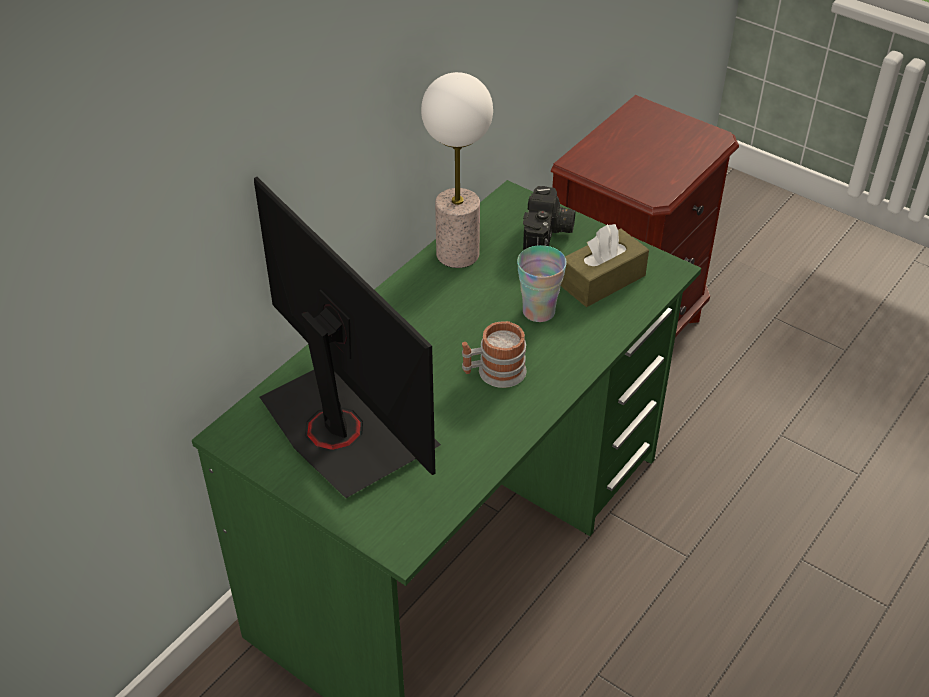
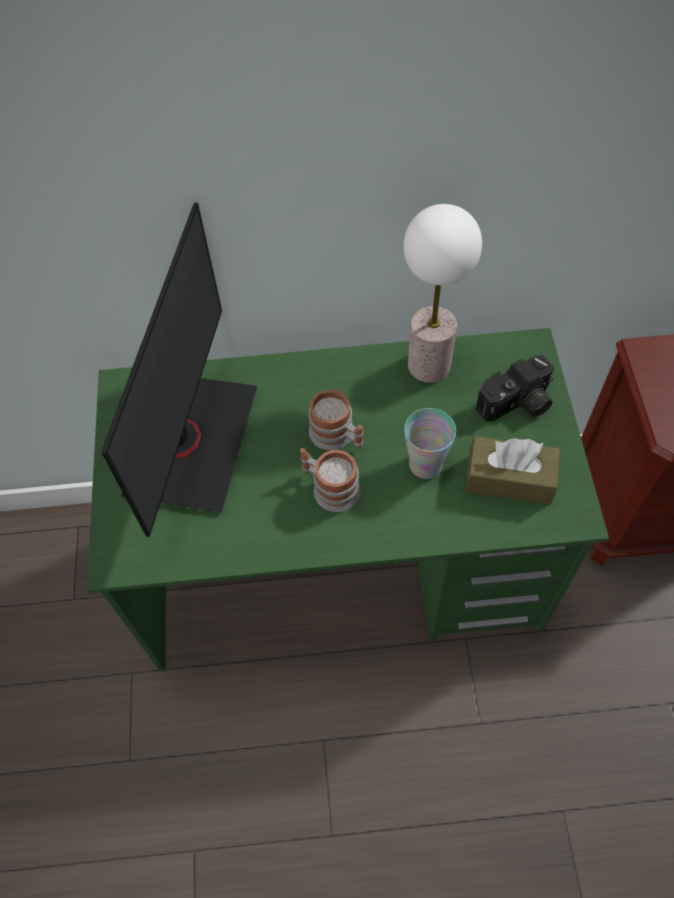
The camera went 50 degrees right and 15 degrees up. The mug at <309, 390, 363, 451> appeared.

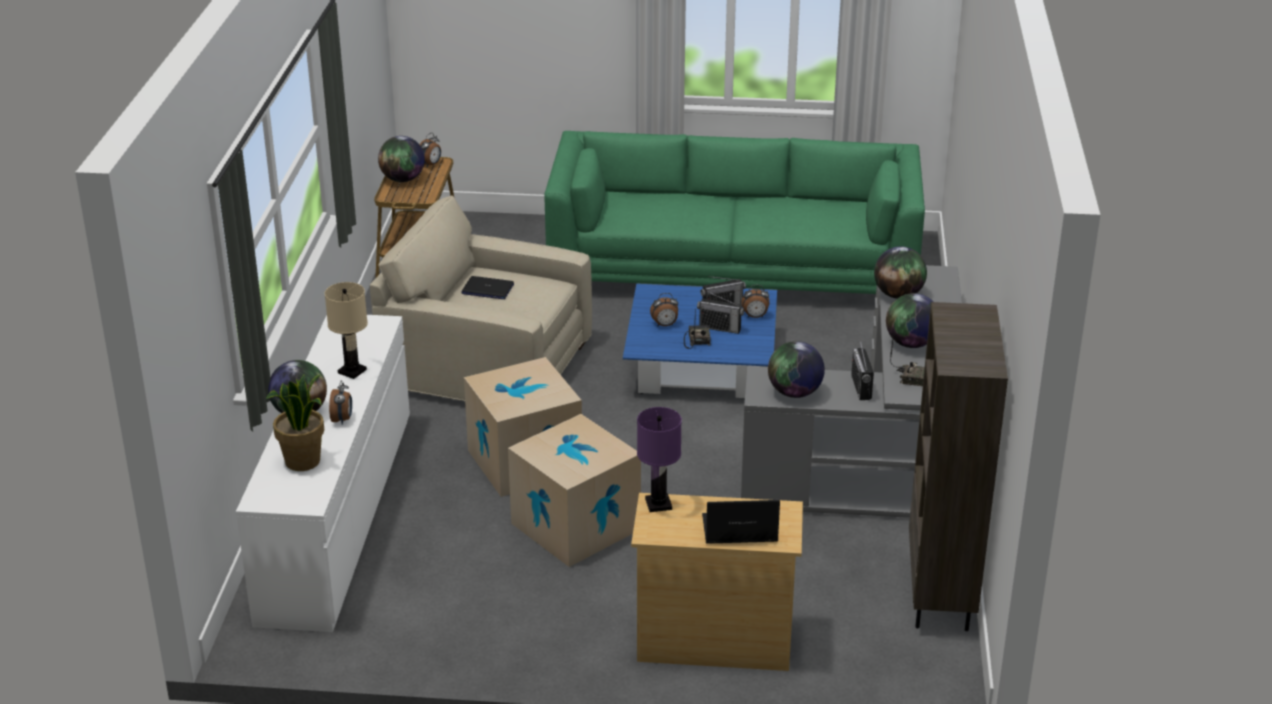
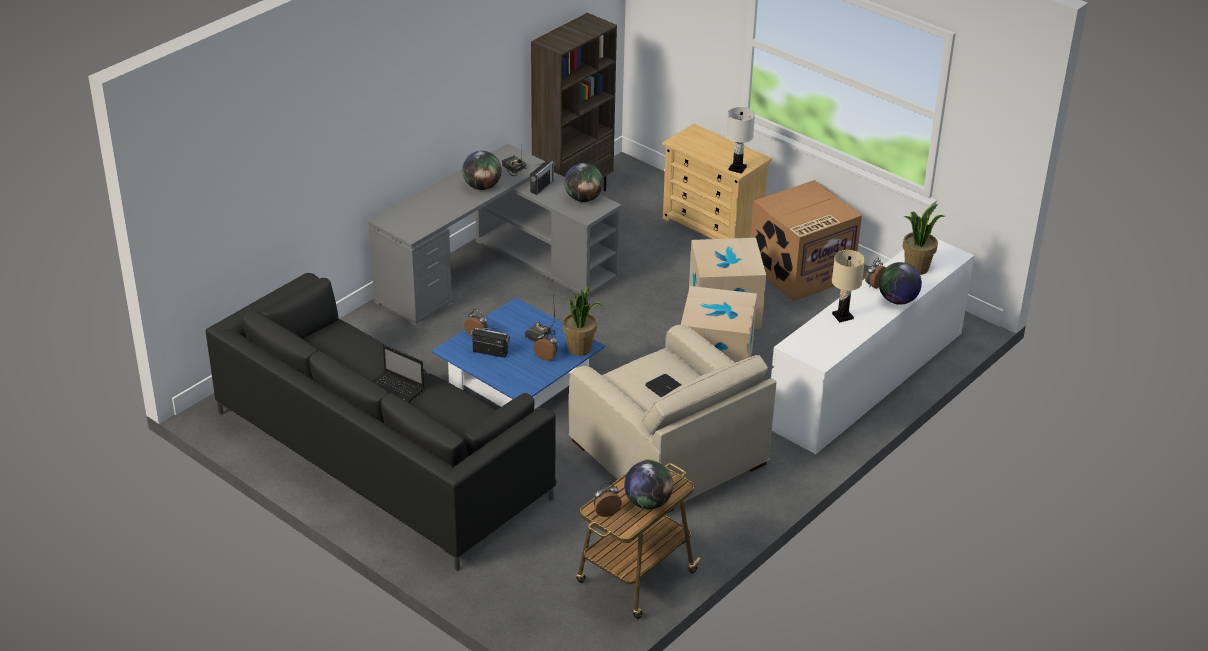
The camera went 145 degrees left and 5 degrees up. The canapé (vert) at <544, 131, 925, 294> became the canapé (noir) at <206, 273, 556, 571>. The lampe de table (violet) at <637, 407, 682, 512> became the lampe de table (blanc) at <726, 107, 755, 174>. The radio at <697, 291, 744, 334> disappeared. The ordinateur portable moved from <702, 500, 780, 544> to <373, 344, 424, 403>. The globe at <874, 246, 927, 299> disappeared. The plante en pot at <563, 286, 603, 356> appeared. The carton at <751, 180, 862, 302> appeared.

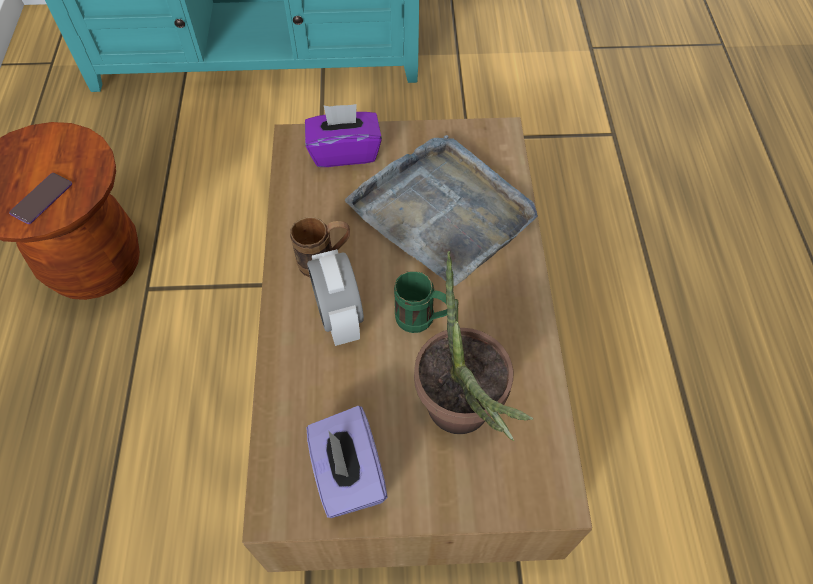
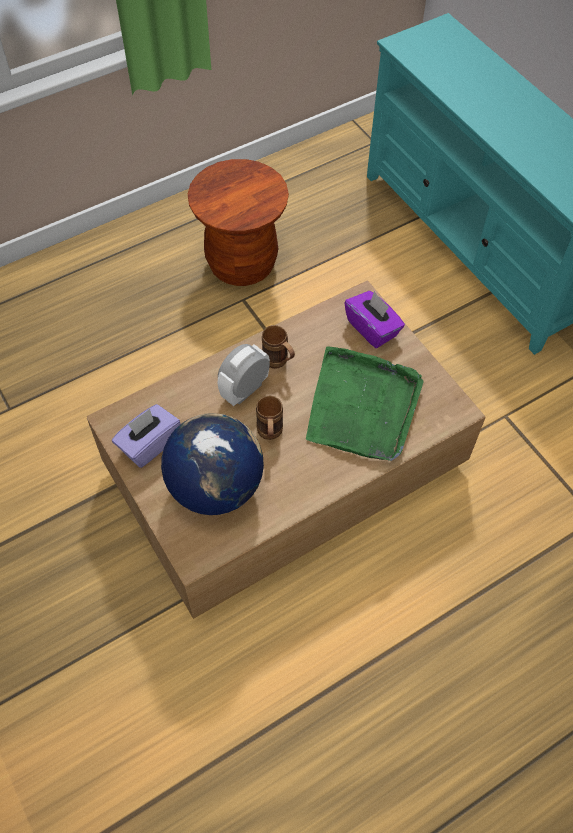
The camera went 60 degrees right and 0 degrees up. The téléphone at <9, 173, 72, 224> disappeared. The plateau (gris) at <345, 135, 538, 286> became the plateau (vert) at <306, 346, 424, 461>. The mug (vert) at <394, 271, 447, 333> became the mug (marron) at <256, 395, 283, 440>. The plante en pot at <414, 251, 533, 441> was replaced by the globe at <161, 413, 264, 515>.

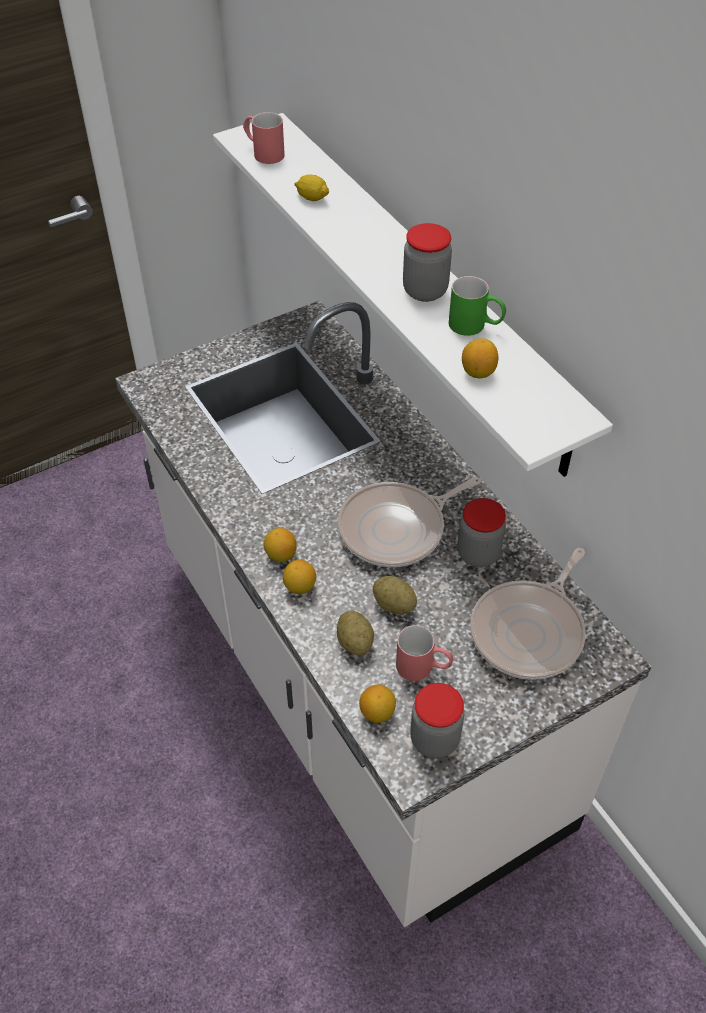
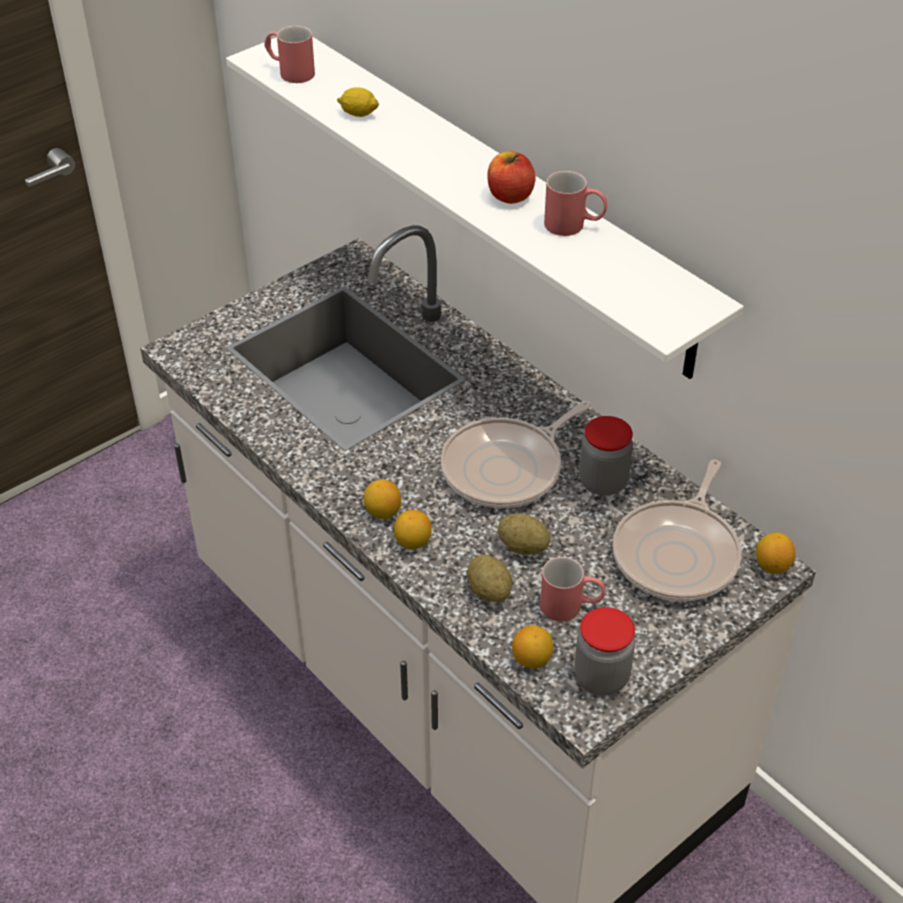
The camera went 10 degrees left and 5 degrees down. The bocal at <403, 223, 452, 302> was replaced by the pomme at <487, 151, 535, 204>. The mug (vert) at <449, 276, 506, 336> became the mug (rouge) at <544, 171, 607, 236>. The citron moved from <462, 338, 498, 379> to <756, 532, 795, 574>.

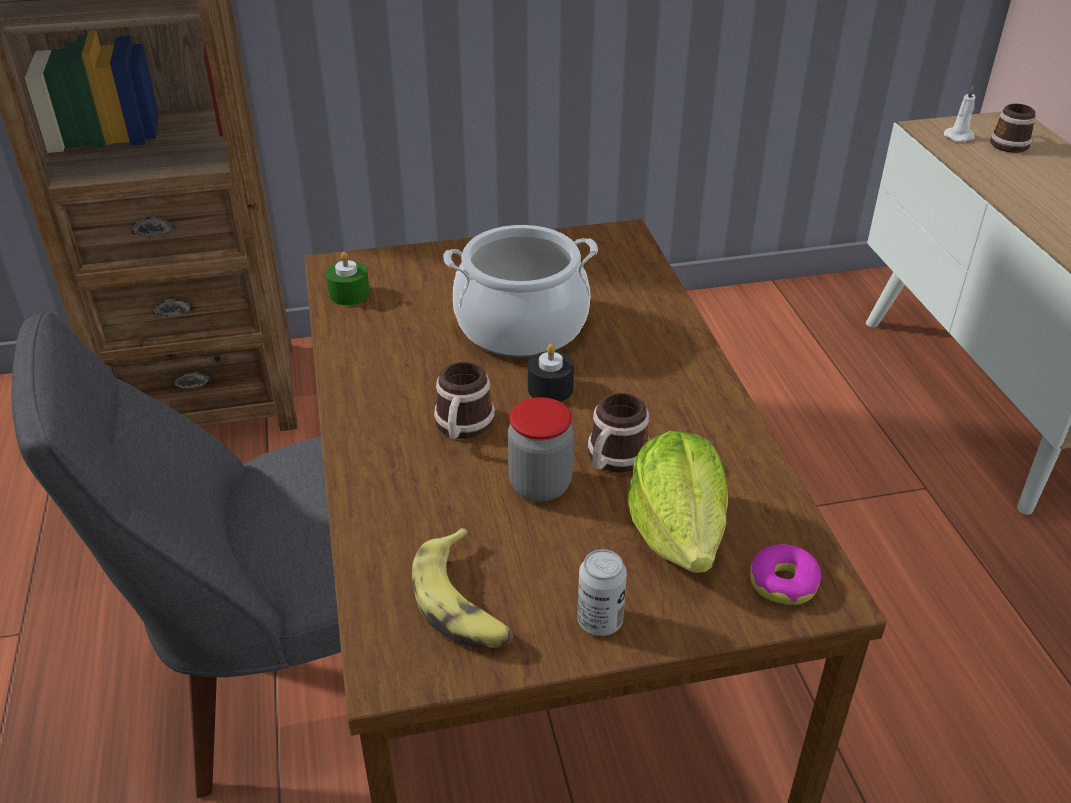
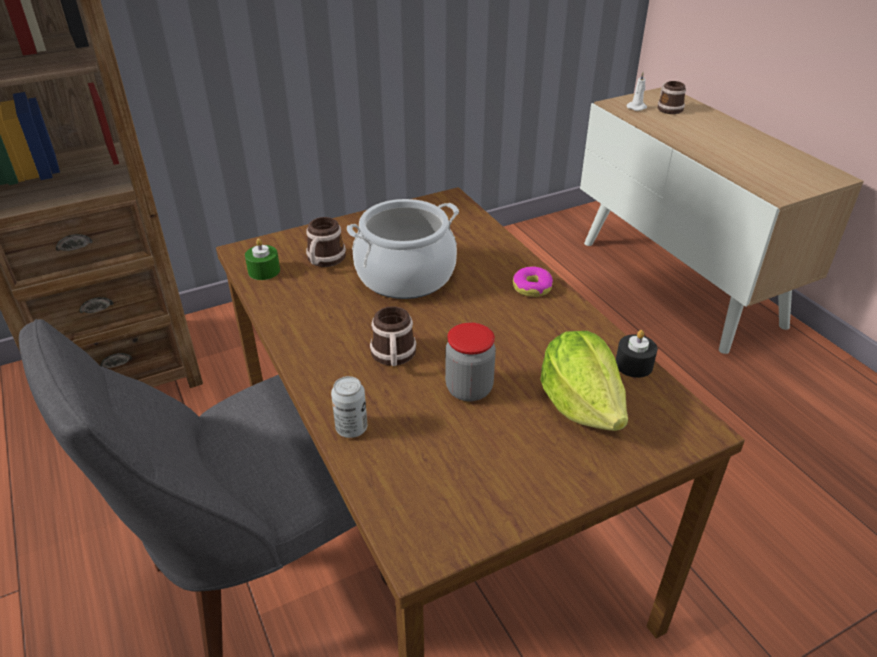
The camera went 15 degrees left and 0 degrees up. The banane at <412, 528, 513, 648> disappeared. The bougie (noir) moved from <528, 344, 574, 402> to <616, 330, 657, 378>. The boîte métallique moved from <578, 549, 627, 636> to <331, 376, 367, 438>. The mug moved from <588, 393, 650, 473> to <306, 217, 346, 267>. The beignet moved from <750, 544, 821, 605> to <513, 267, 553, 297>.

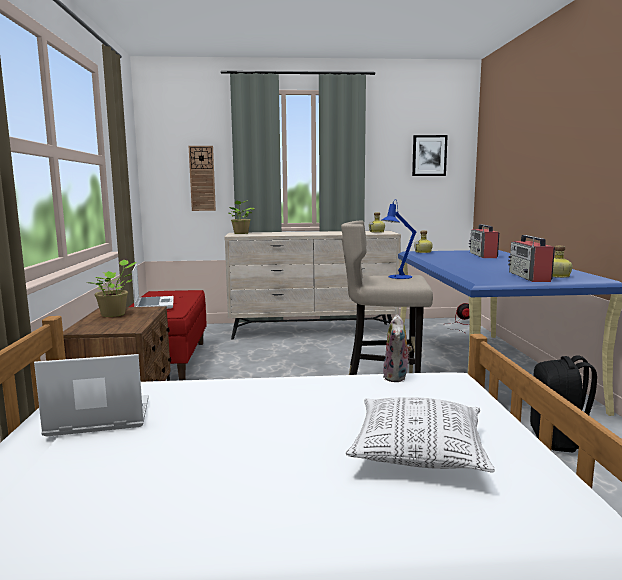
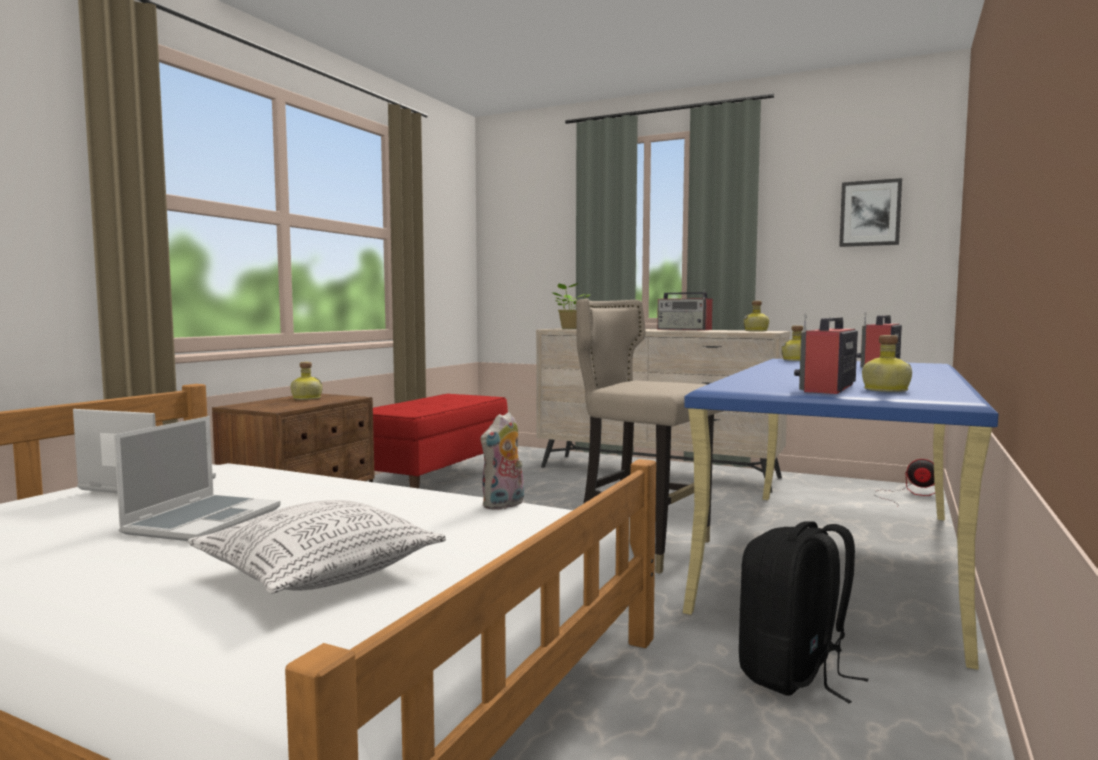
The camera went 30 degrees right and 5 degrees down. The plante en pot at <89, 260, 136, 317> was replaced by the bouteille at <290, 362, 323, 400>. The ordinateur portable moved from <132, 264, 174, 309> to <114, 416, 281, 541>. The horloge murale at <189, 146, 216, 211> disappeared. The lampe de table (bleu) at <382, 199, 417, 279> disappeared. The radio at <657, 290, 713, 330> appeared.

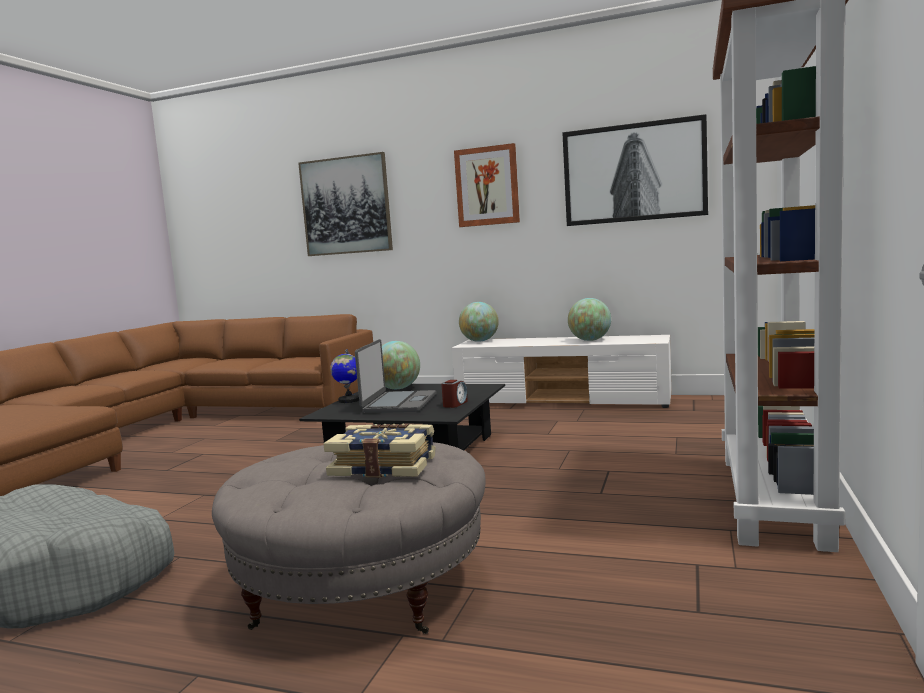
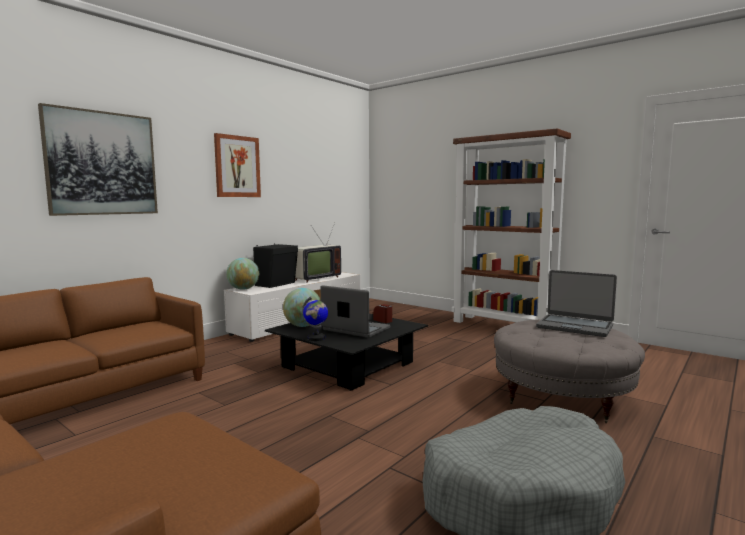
The camera went 70 degrees left and 0 degrees up. The livre at <324, 424, 436, 478> was replaced by the ordinateur portable at <536, 270, 617, 337>. The tableau at <562, 114, 708, 226> disappeared. The globe at <568, 298, 611, 341> was replaced by the téléviseur at <295, 223, 341, 283>. The enceinte (noir) at <253, 243, 298, 288> appeared.

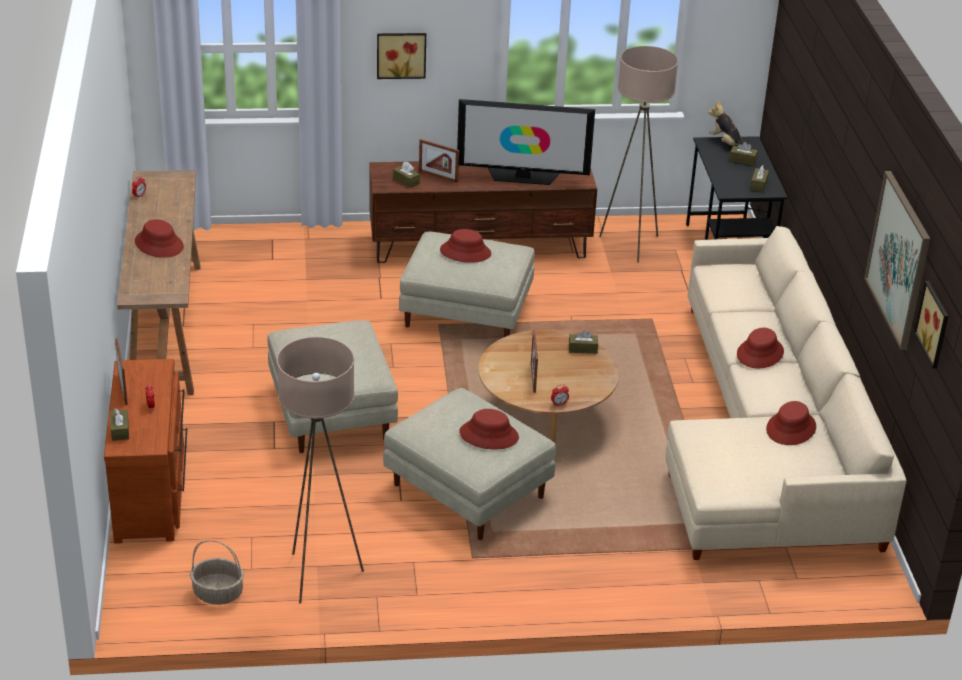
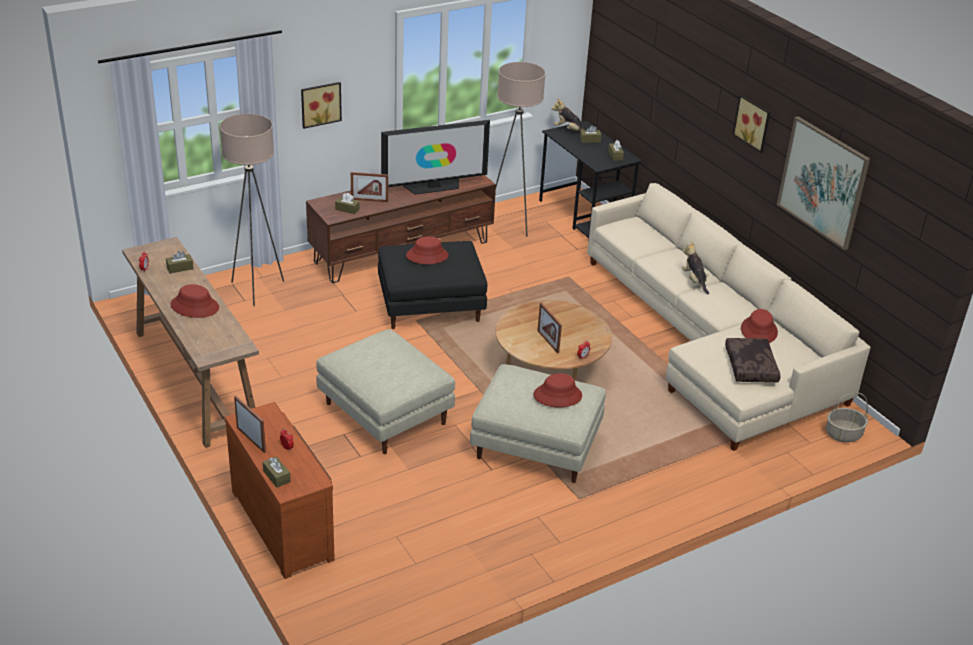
The camera went 25 degrees left and 0 degrees up. The panier moved from <190, 540, 244, 605> to <826, 393, 868, 442>. The lampadaire (beige) moved from <277, 337, 364, 603> to <220, 114, 284, 306>. The pouf (beige) at <399, 231, 534, 337> became the pouf (noir) at <378, 241, 487, 329>. The boîte à mouchoirs (marron) moved from <569, 330, 598, 354> to <166, 251, 194, 273>. The chapeau (rouge) at <737, 328, 784, 368> was replaced by the peluche at <682, 241, 709, 294>. The tableau moved from <914, 281, 949, 369> to <732, 95, 770, 153>. The coussin (marron) at <725, 338, 781, 383> appeared.

